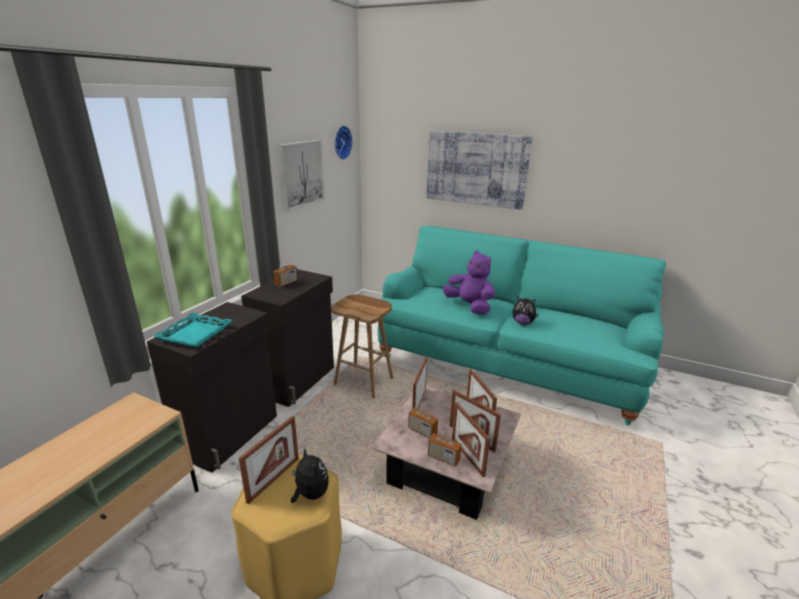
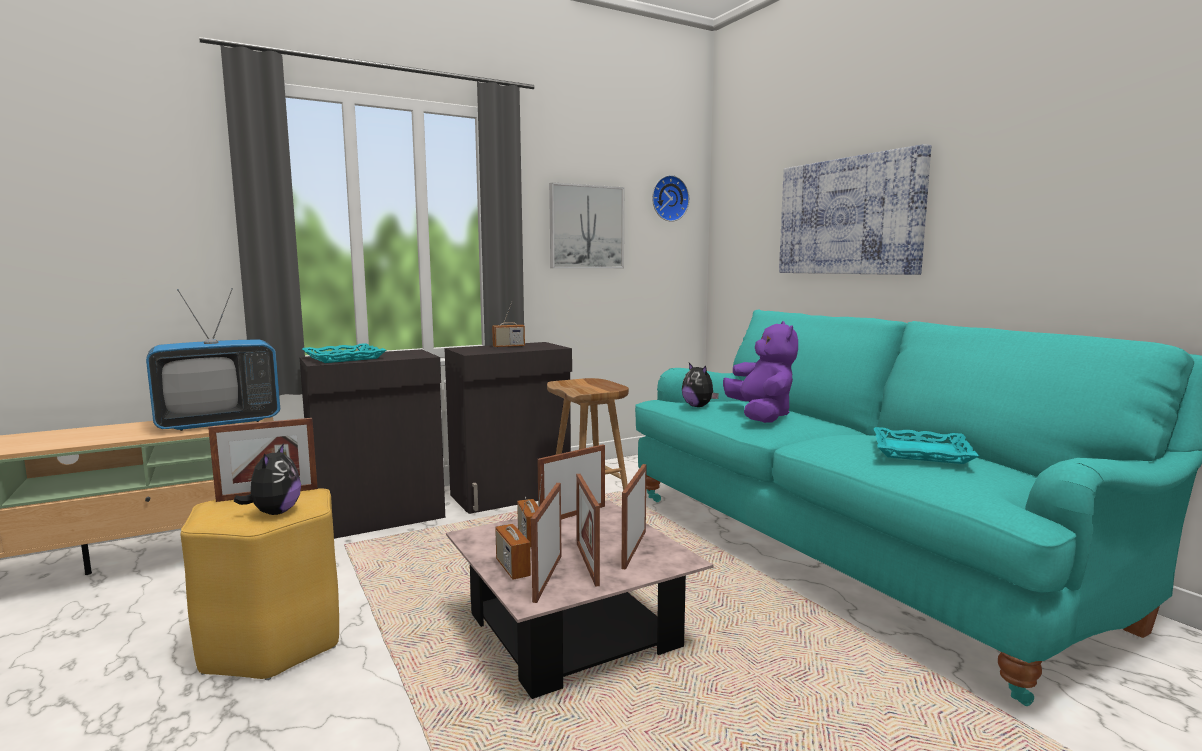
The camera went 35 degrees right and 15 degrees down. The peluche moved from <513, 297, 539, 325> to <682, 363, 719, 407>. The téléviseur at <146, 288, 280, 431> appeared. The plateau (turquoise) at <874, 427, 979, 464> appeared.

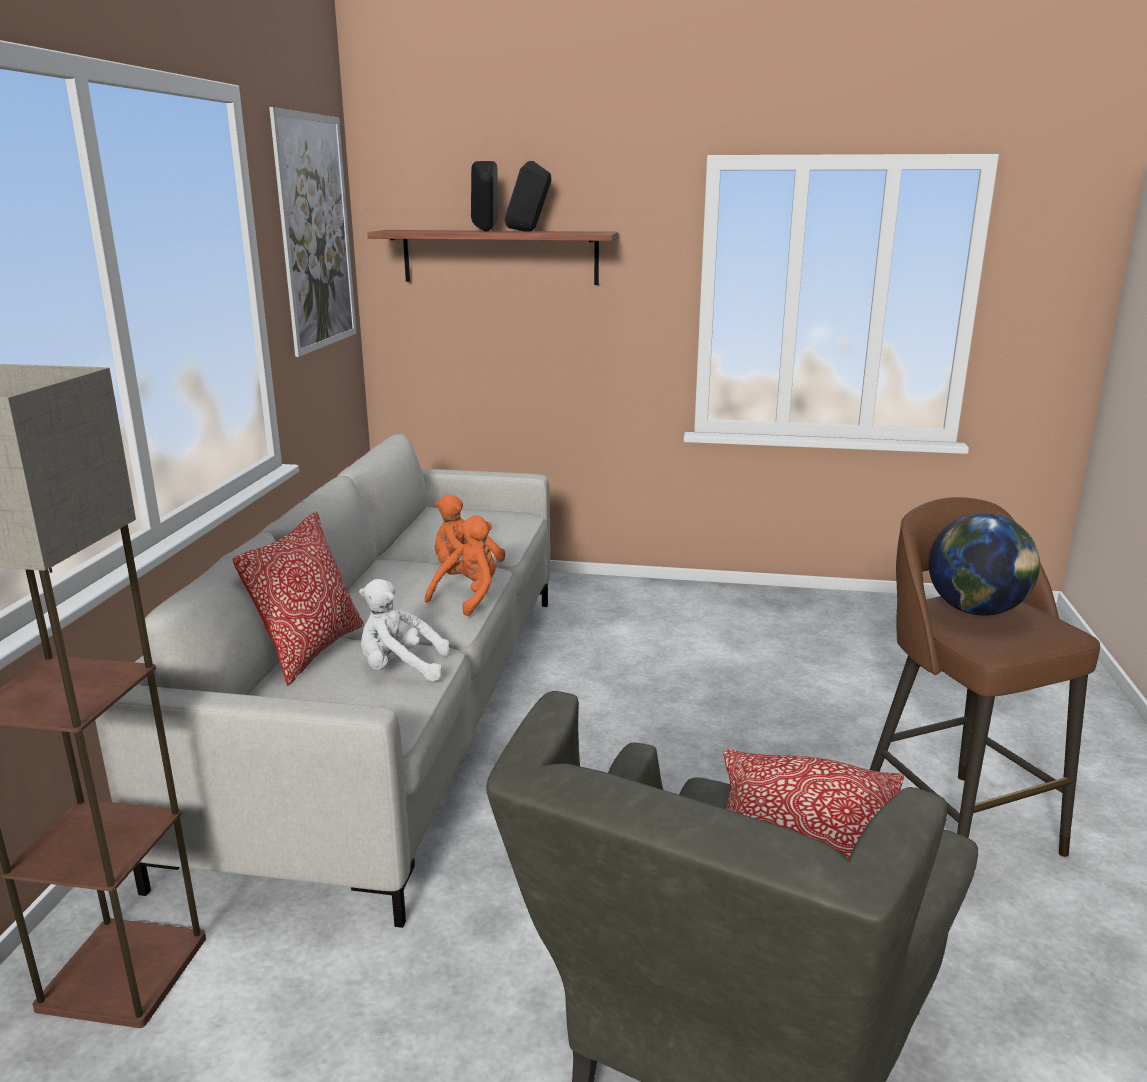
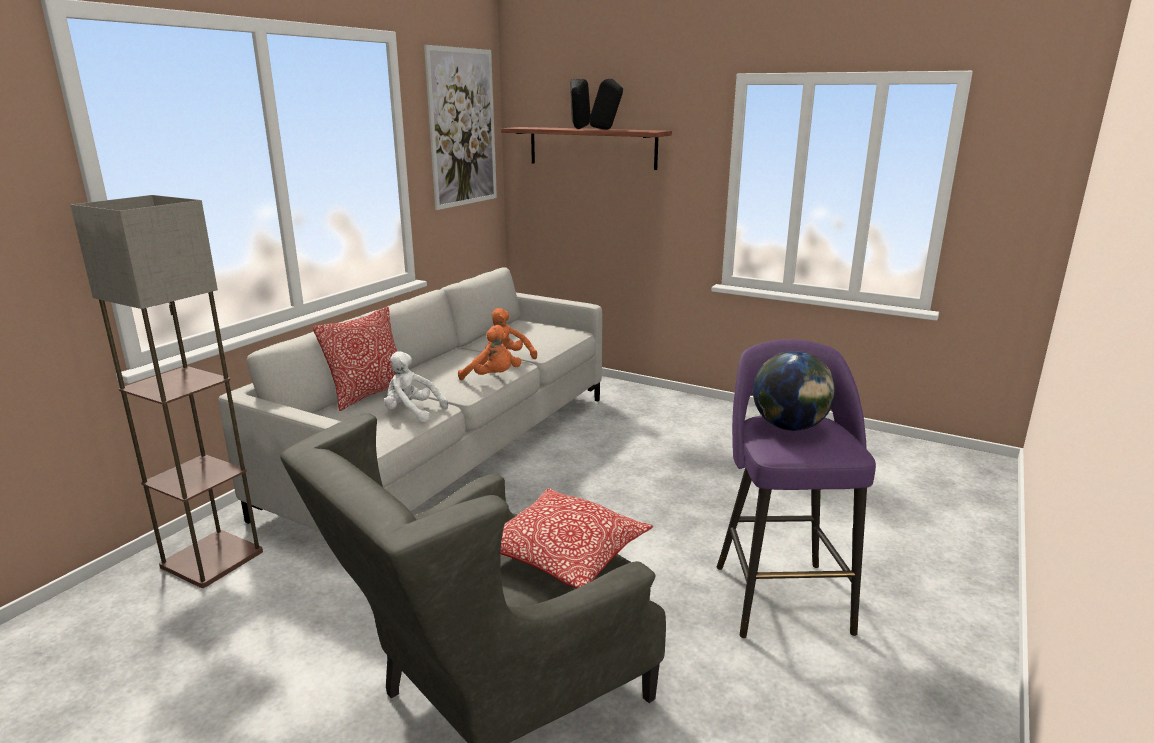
The camera went 20 degrees right and 0 degrees up. The peluche (orange) at <425, 515, 496, 616> turned 60 degrees clockwise. The tabouret (marron) at <870, 497, 1100, 857> became the tabouret (violet) at <717, 339, 876, 638>.

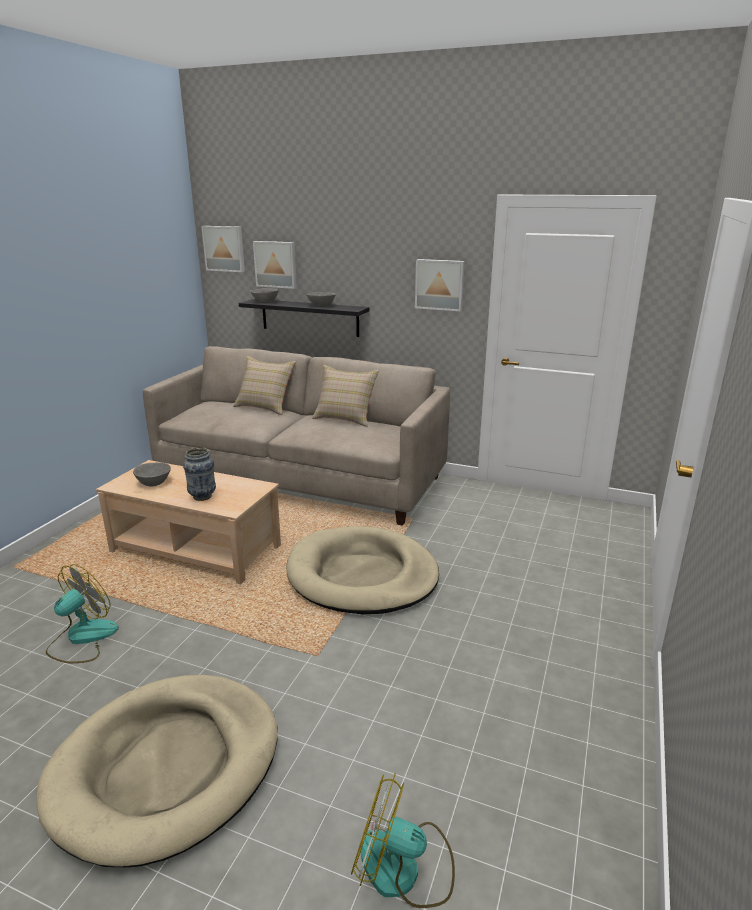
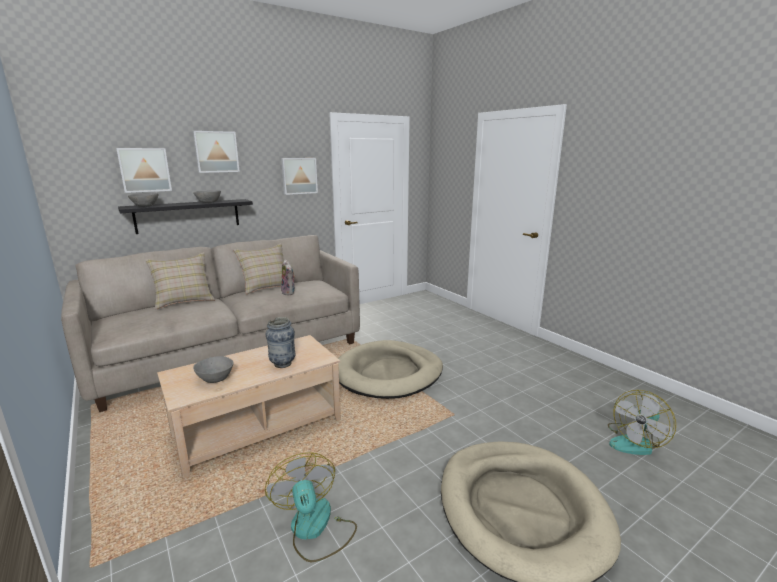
The camera went 55 degrees left and 5 degrees down. The tableau moved from <201, 226, 245, 272> to <193, 131, 240, 173>. The peluche at <281, 260, 296, 295> appeared.

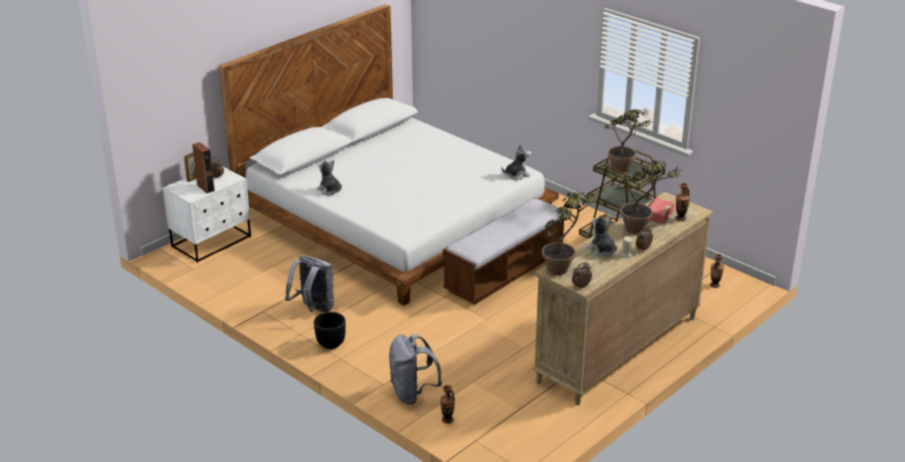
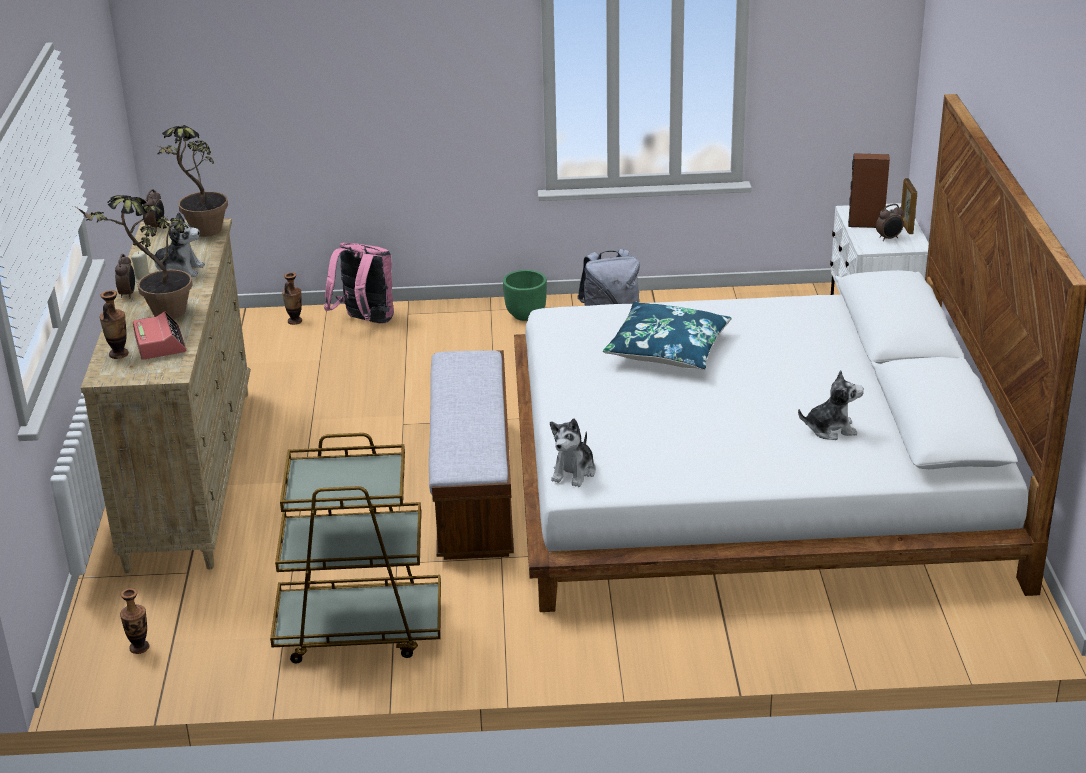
The camera went 135 degrees right and 0 degrees up. The cache-pot (noir) at <314, 312, 346, 349> became the cache-pot (vert) at <503, 270, 547, 321>. The peluche moved from <317, 160, 342, 195> to <798, 370, 864, 440>. The sac à dos (gris) at <389, 334, 442, 404> became the sac à dos (rose) at <324, 243, 394, 323>. The plante en pot at <604, 110, 652, 172> disappeared. The coussin (bleu) at <603, 302, 732, 370> appeared.

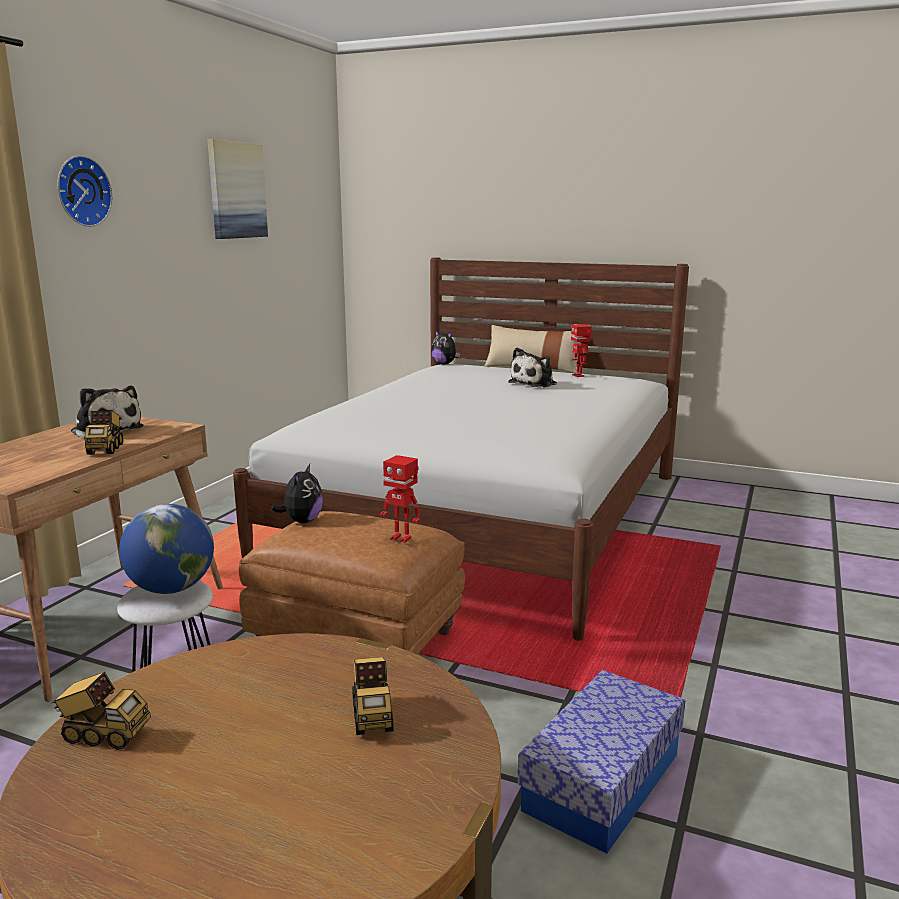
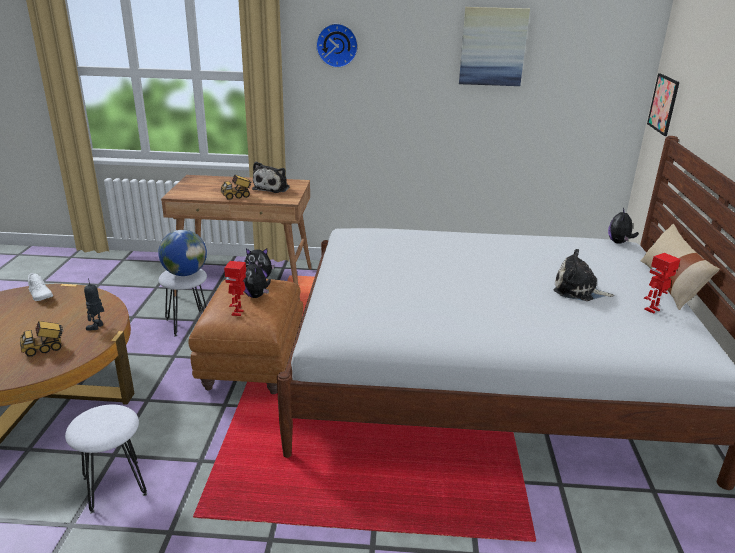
The camera went 70 degrees right and 10 degrees up. The camion jouet at <51, 672, 151, 750> was replaced by the chaussure (blanc) at <28, 273, 53, 301>. The boîte de rangement at <517, 670, 685, 854> was replaced by the tabouret (blanc) at <65, 404, 147, 514>. The robot jouet at <84, 278, 104, 331> appeared. The peluche at <243, 259, 271, 298> appeared. The tableau at <647, 73, 679, 136> appeared.

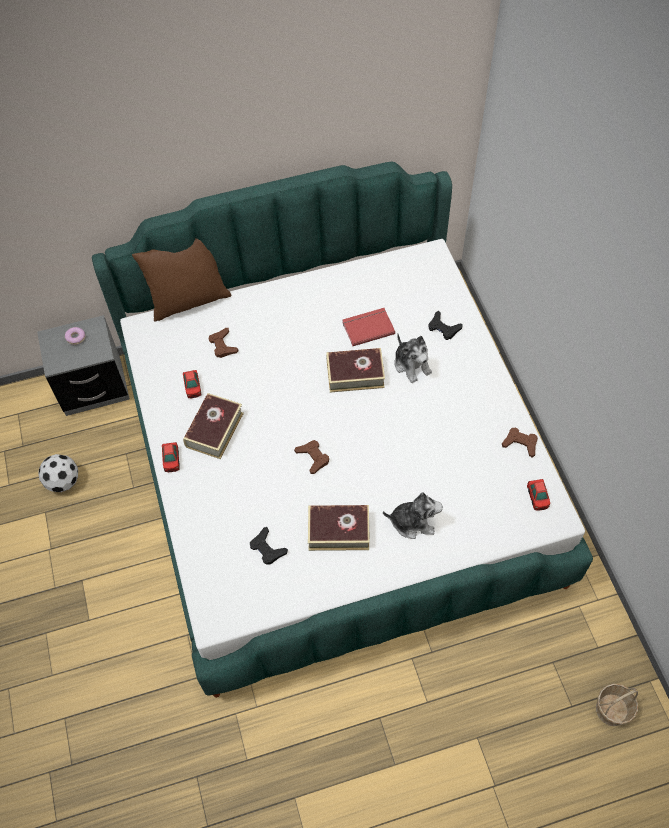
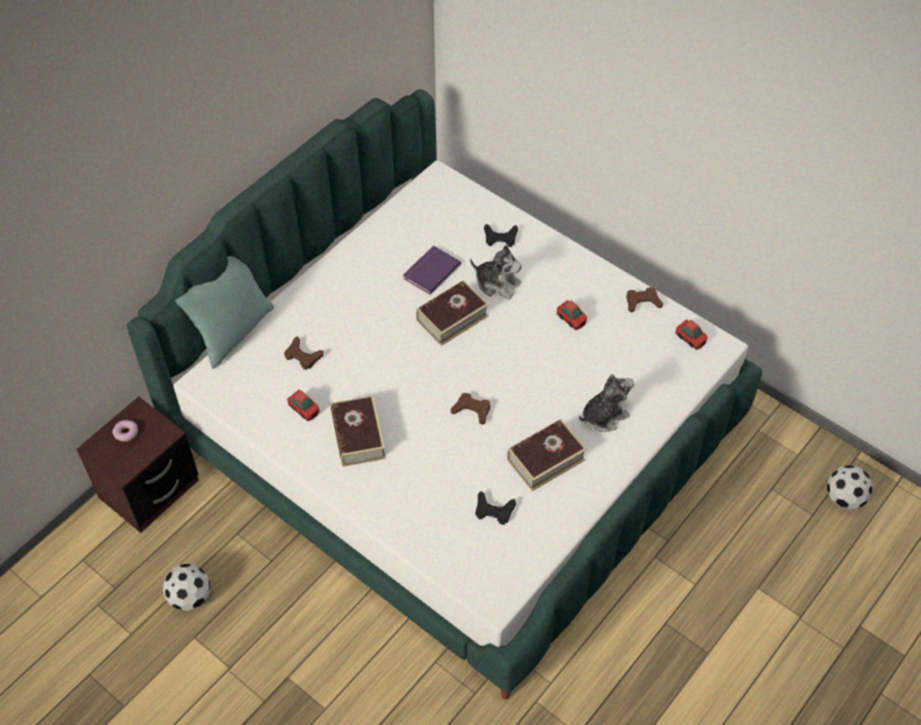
The camera went 35 degrees left and 5 degrees down. The table de chevet (gris) at <37, 315, 130, 416> became the table de chevet (marron) at <77, 396, 199, 533>. The coussin (marron) at <132, 238, 231, 322> became the coussin (turquoise) at <176, 256, 274, 369>. The petite voiture moved from <162, 442, 180, 472> to <557, 300, 587, 330>. The livre (rouge) at <342, 308, 395, 346> became the livre (violet) at <403, 245, 461, 295>. The panier at <596, 684, 638, 726> was replaced by the ballon de foot at <827, 465, 873, 510>.

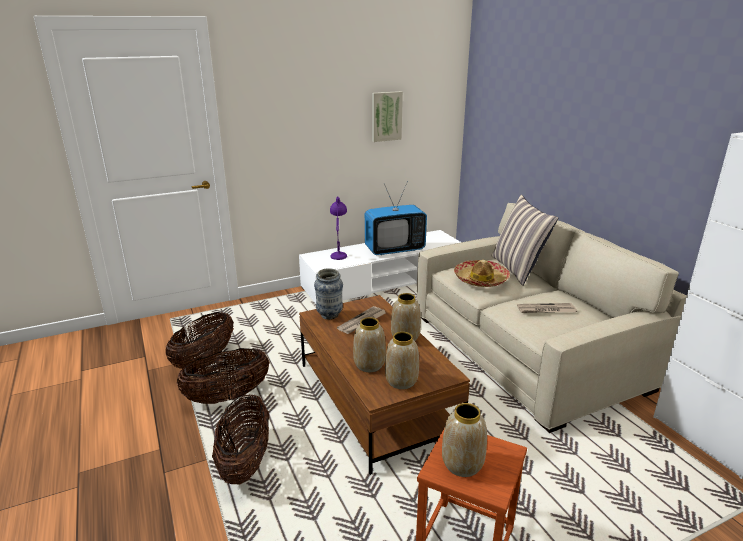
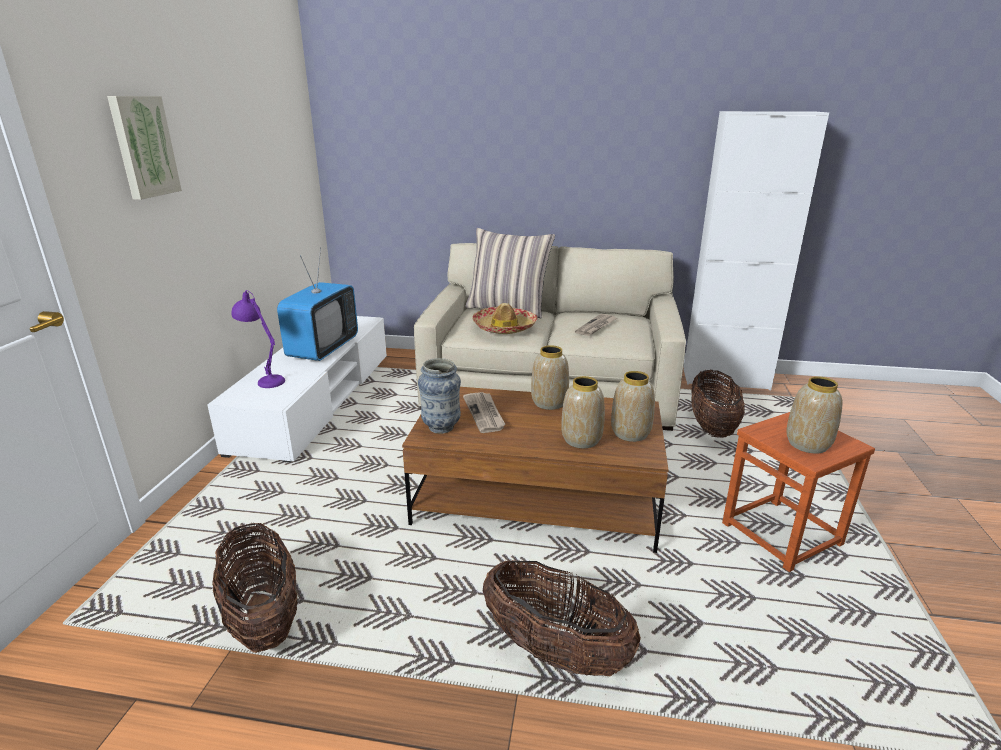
The camera went 55 degrees left and 0 degrees up. The panier moved from <177, 348, 270, 404> to <691, 369, 745, 438>. The tableau moved from <372, 91, 403, 142> to <107, 96, 182, 200>.

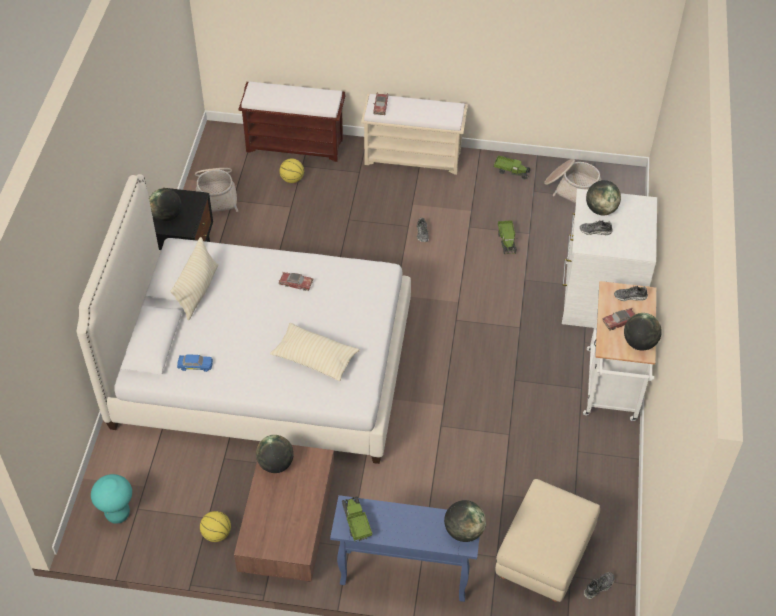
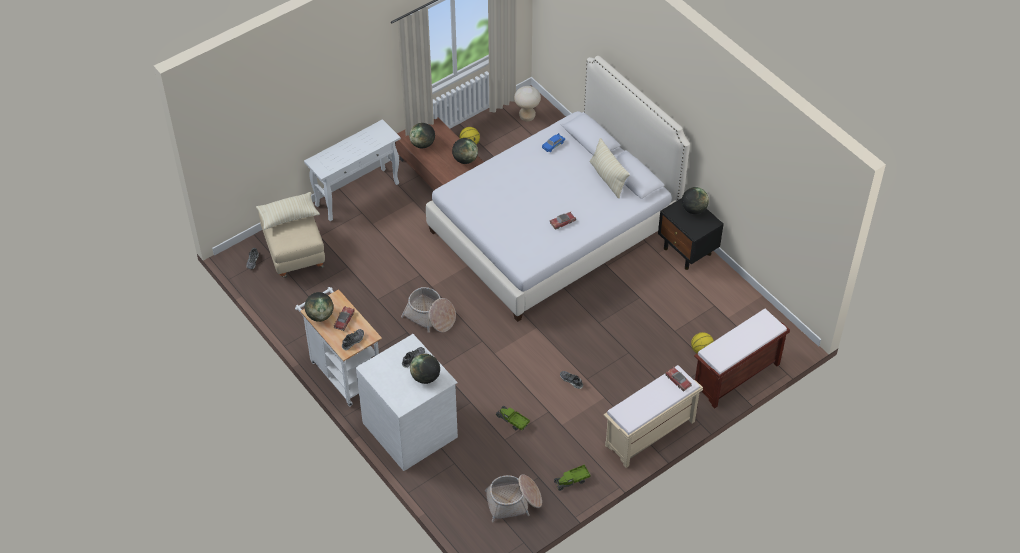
The camera went 135 degrees right and 0 degrees up. The tabouret (turquoise) at <91, 474, 132, 524> became the tabouret (beige) at <514, 86, 541, 122>. The panier moved from <195, 168, 238, 212> to <401, 287, 456, 333>. The coussin (beige) moved from <270, 323, 360, 381> to <256, 192, 320, 230>. The table console (bleu) at <330, 495, 480, 602> became the table console (blanc) at <304, 119, 401, 221>. The camion jouet at <342, 497, 372, 542> disappeared. The globe moved from <444, 500, 486, 542> to <409, 123, 435, 148>.

